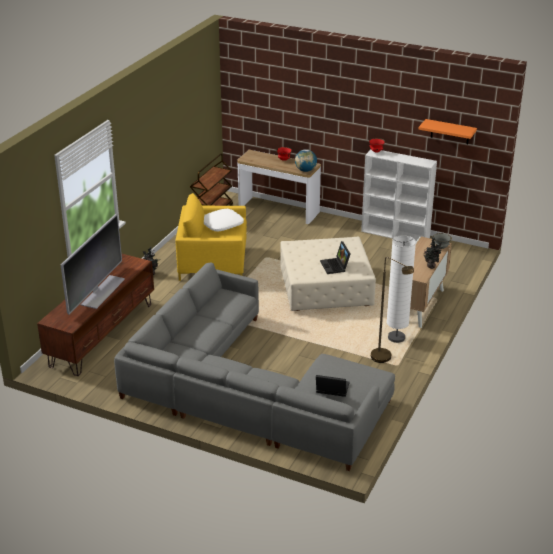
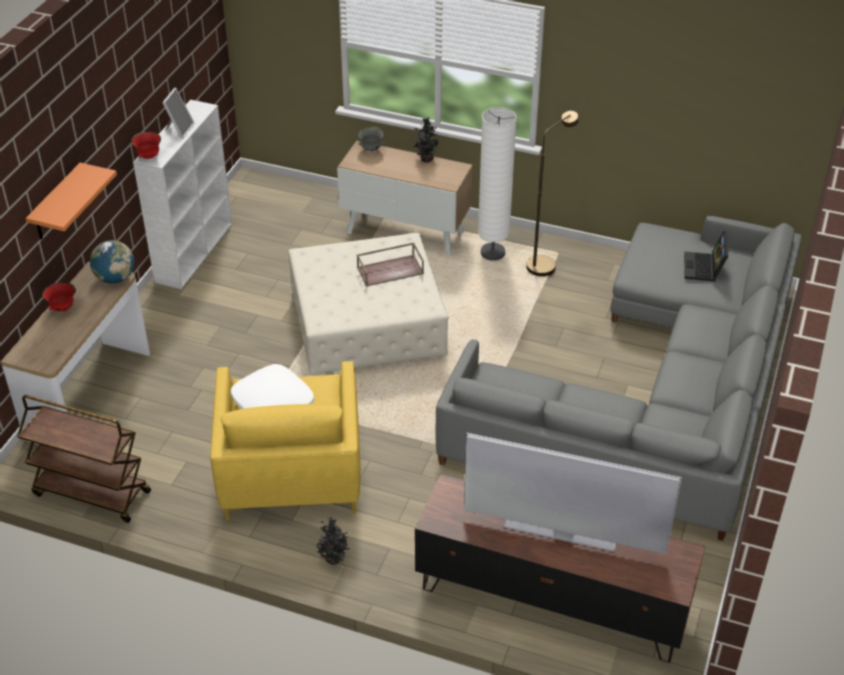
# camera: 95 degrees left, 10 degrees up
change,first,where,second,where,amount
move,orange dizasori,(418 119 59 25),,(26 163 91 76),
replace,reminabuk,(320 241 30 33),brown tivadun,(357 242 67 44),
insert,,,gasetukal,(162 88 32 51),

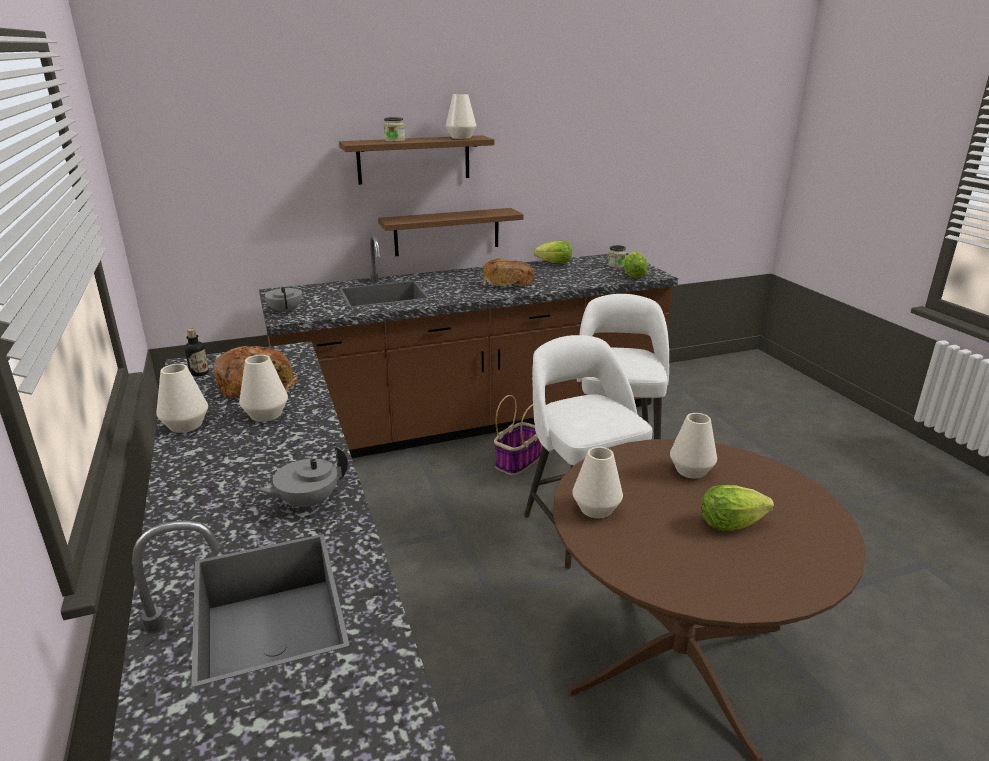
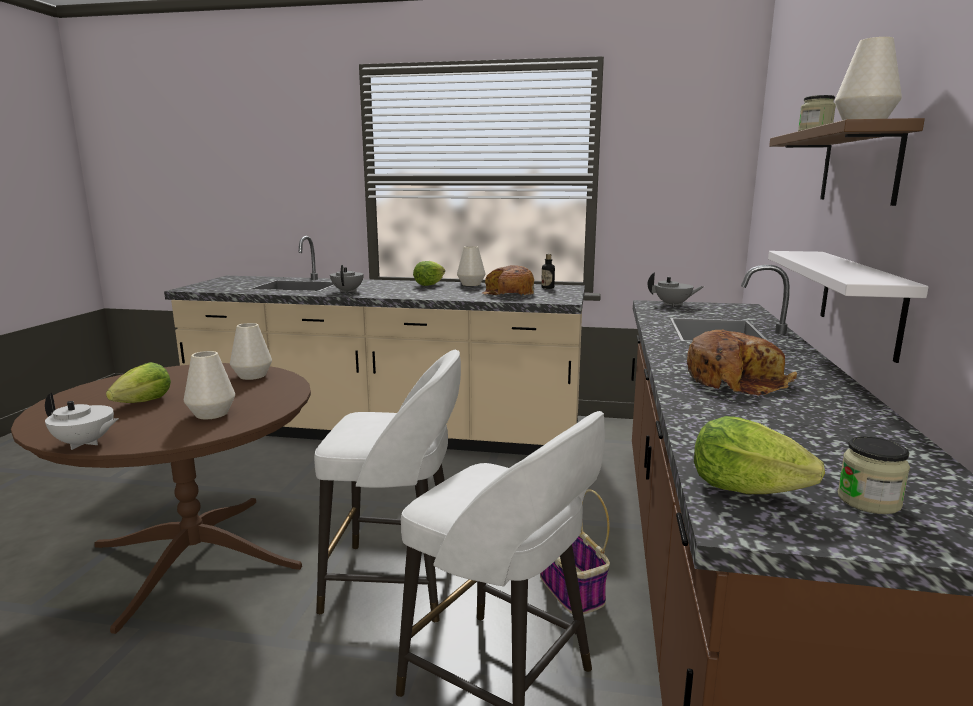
# camera: 120 degrees right, 10 degrees down
change,first,where,second,where,amount
recolor,brown dizasori,(378 208 146 49),white dizasori,(768 251 161 112),
move,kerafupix,(534 241 38 23),,(413 261 32 25),
delete,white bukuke,(239 355 49 67),,,
insert,,,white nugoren,(45 393 73 57),

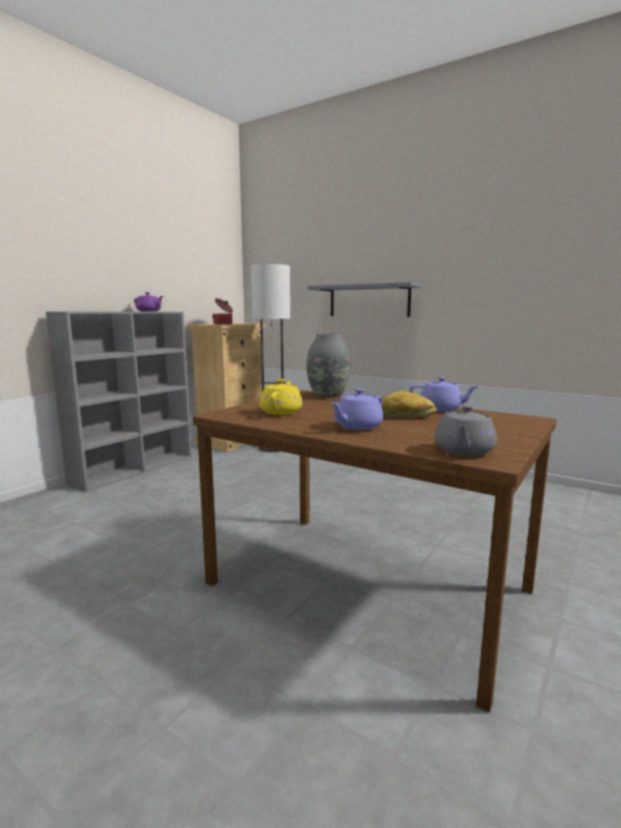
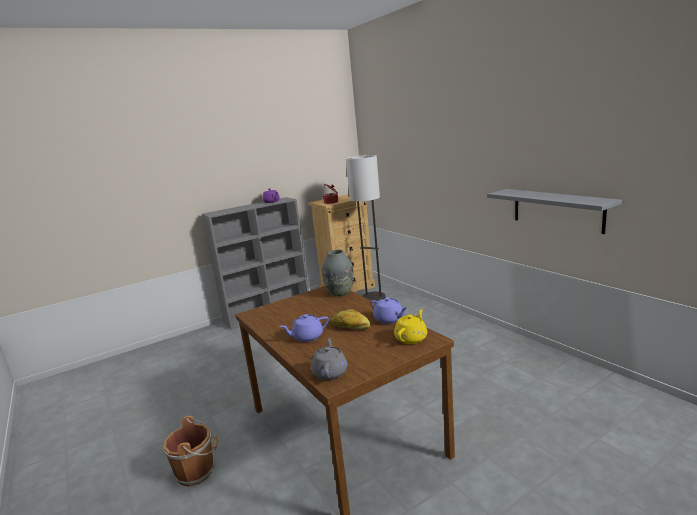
# camera: 25 degrees right, 5 degrees up
change,first,where,second,where,amount
move,grey dizasori,(307 282 116 35),,(487 189 135 45),
move,yellow nugoren,(260 379 42 36),,(394 309 33 35),
rotate,grey nugoren,(435 405 62 51),,(311 338 37 42),135 degrees clockwise
insert,,,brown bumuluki,(163 416 55 70),

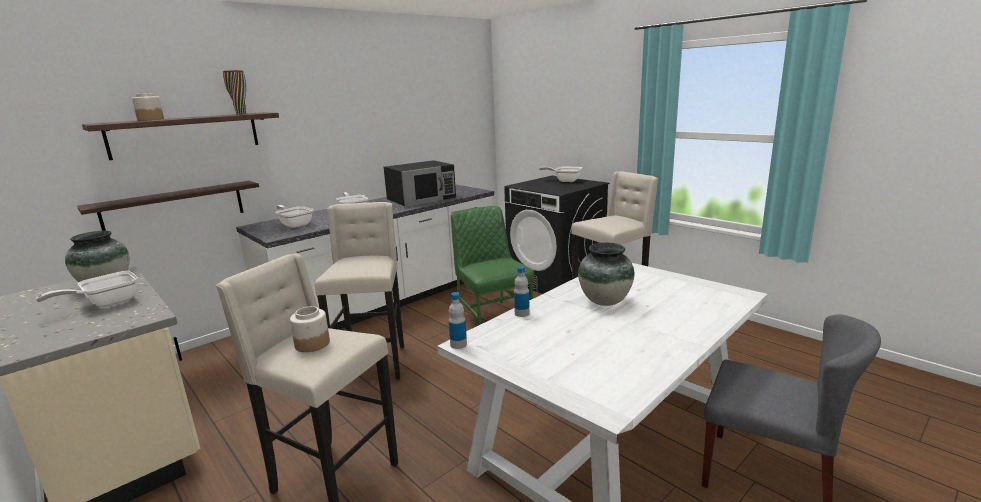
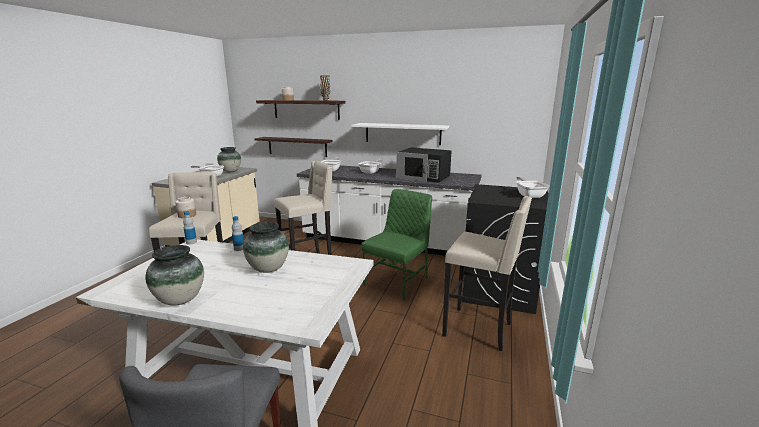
# camera: 60 degrees right, 0 degrees up
change,first,where,second,where,amount
insert,,,white dizasori,(351 123 98 22),
insert,,,bukuke,(145 245 59 61),

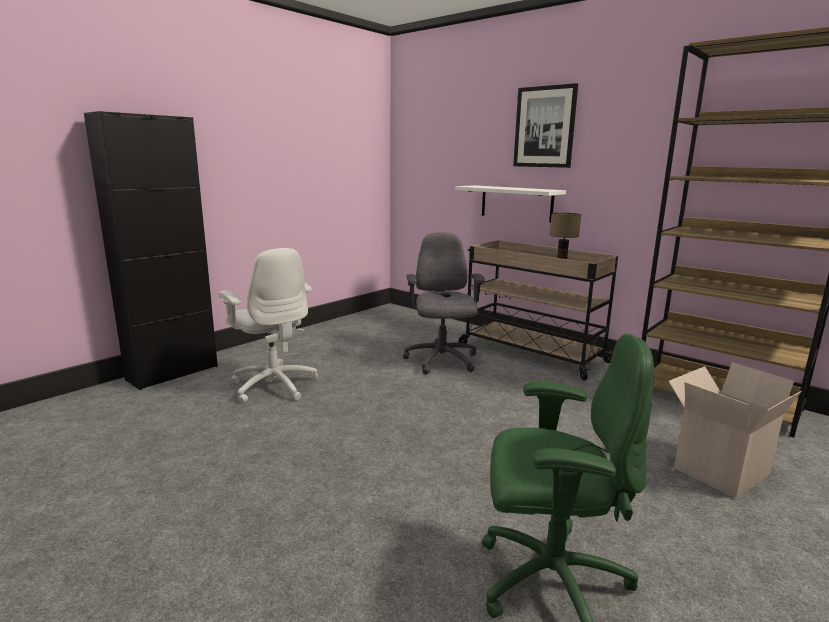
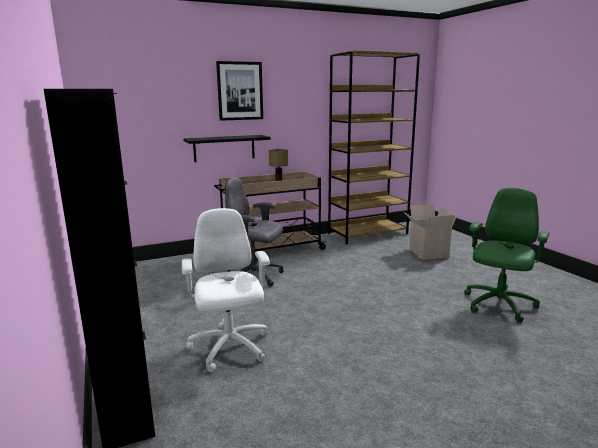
# camera: 65 degrees left, 0 degrees up
change,first,where,second,where,amount
recolor,white dizasori,(455 185 111 37),black dizasori,(183 135 88 27),
rotate,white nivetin,(218 248 100 155),,(182 208 88 164),90 degrees counterclockwise

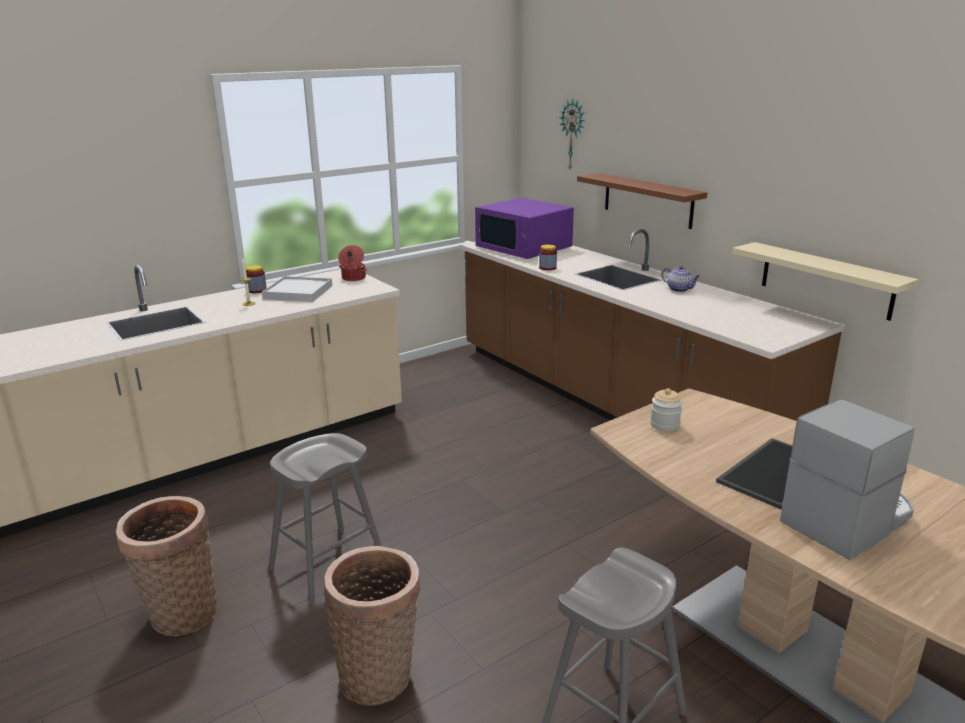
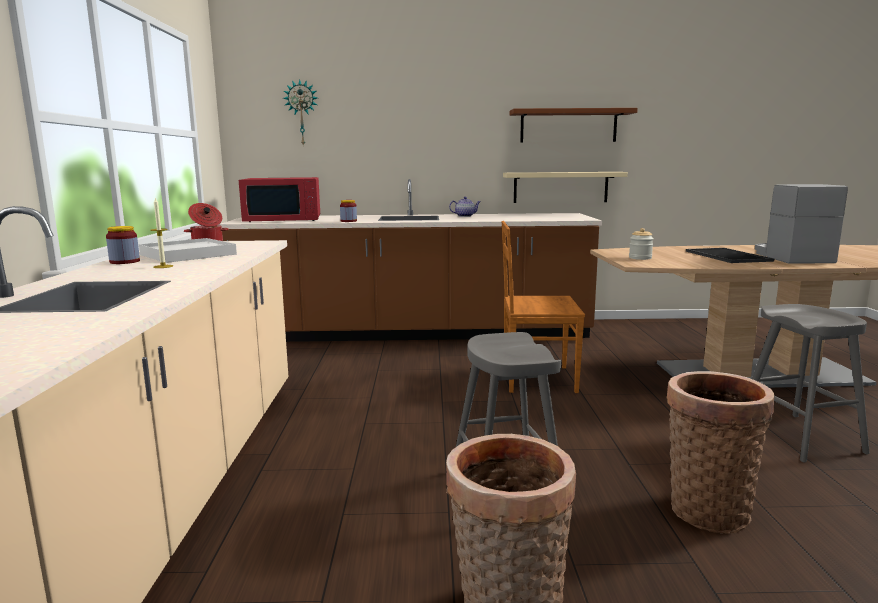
# camera: 55 degrees left, 10 degrees down
change,first,where,second,where,amount
move,brown dizasori,(577 173 130 56),,(510 108 128 35),
recolor,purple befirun,(475 198 99 61),red befirun,(239 177 81 45),
insert,,,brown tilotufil,(502 221 83 172),

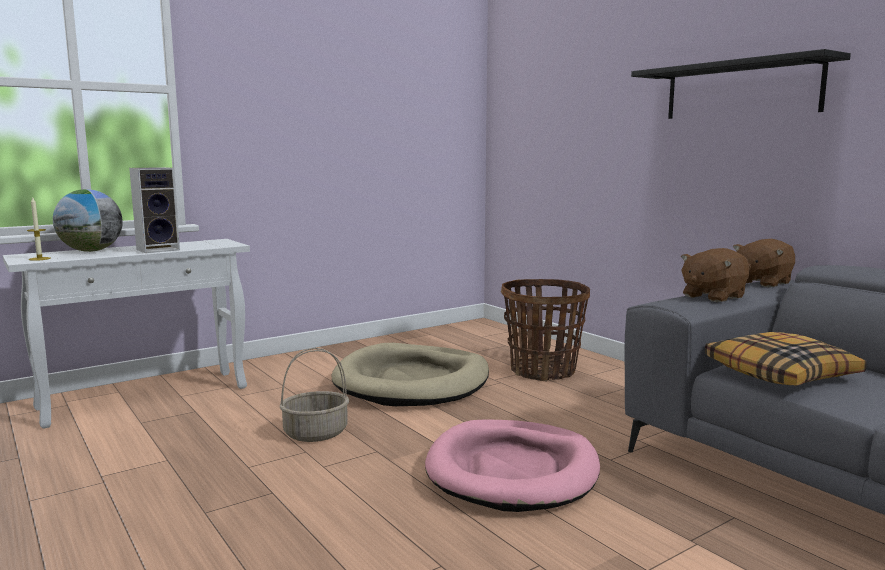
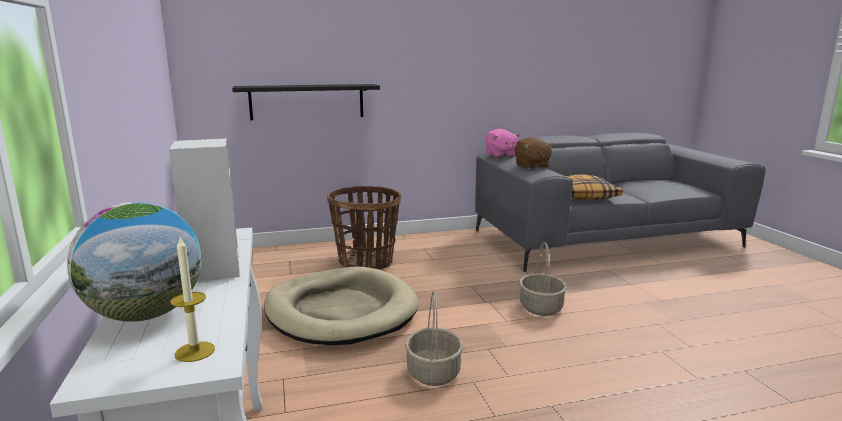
# camera: 70 degrees left, 5 degrees up
change,first,where,second,where,amount
move,black dizasori,(631 49 220 70),,(232 84 148 36),
recolor,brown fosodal,(733 239 62 49),pink fosodal,(485 129 35 29),
replace,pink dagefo,(425 419 175 93),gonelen,(519 242 48 74),

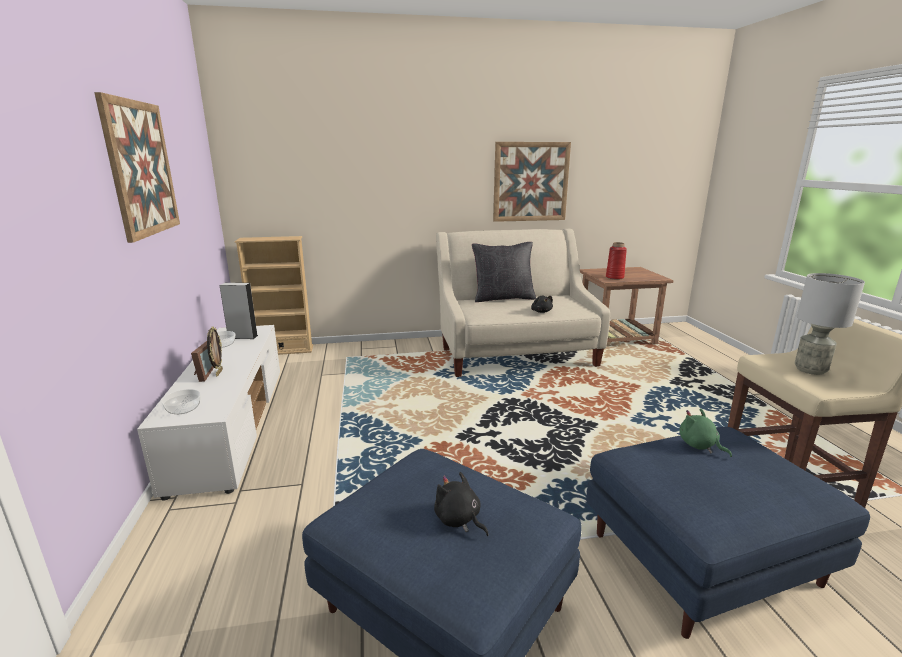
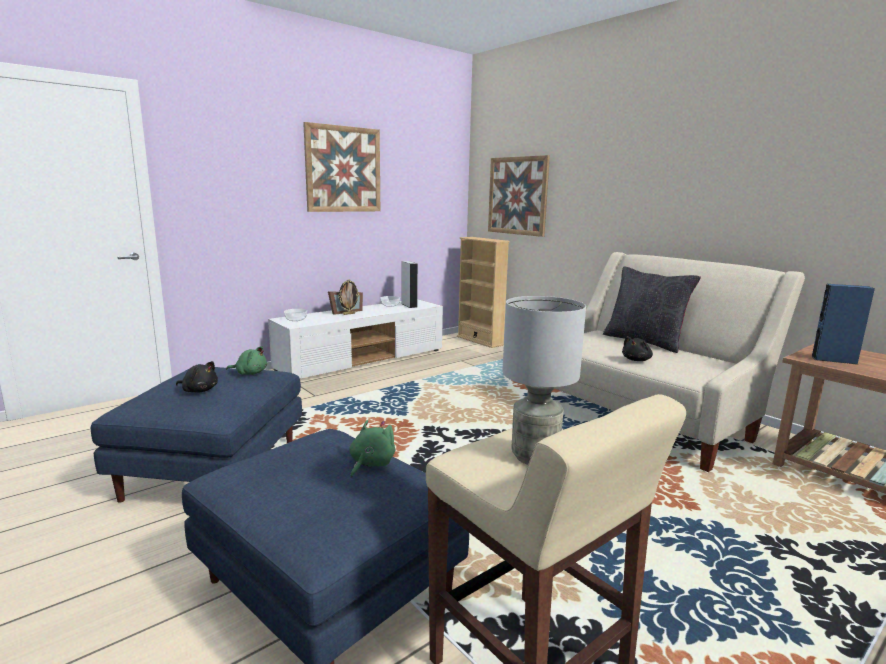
# camera: 60 degrees right, 5 degrees down
change,first,where,second,where,amount
move,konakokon,(493 142 78 80),,(488 155 62 82),
replace,red bukuke,(606 242 21 38),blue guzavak,(811 284 64 81),
rotate,black fosodal,(434 472 55 64),,(176 361 42 31),90 degrees clockwise
insert,,,green fosodal,(226 346 41 29),

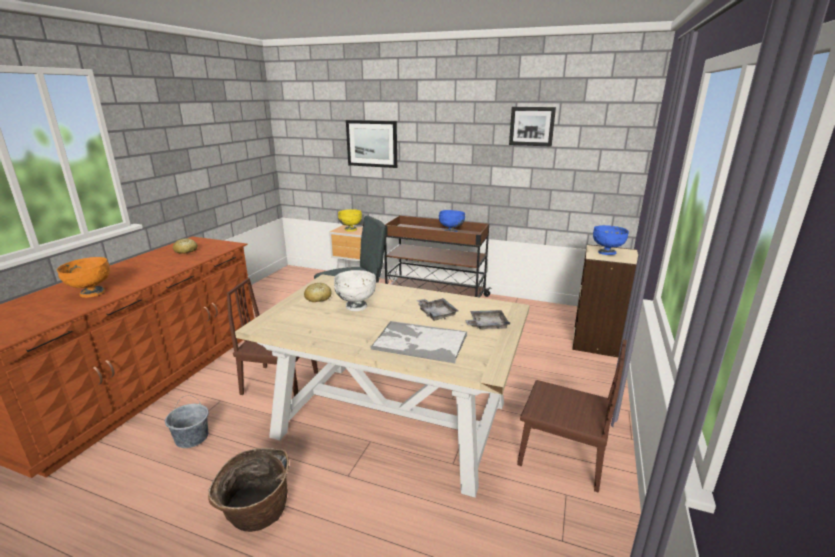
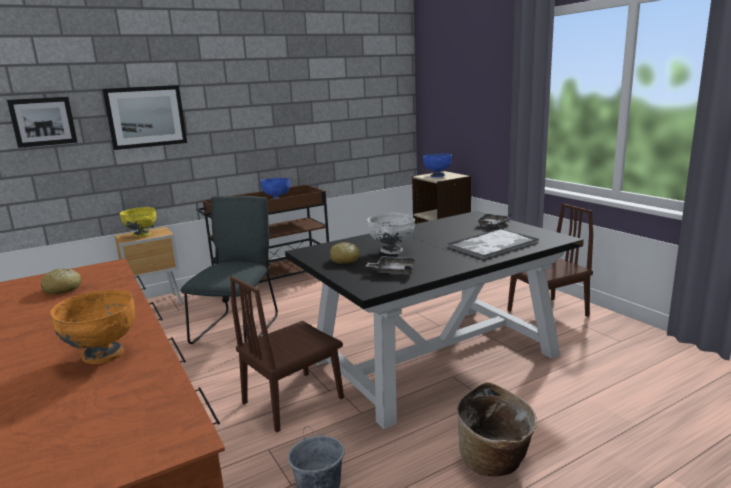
# camera: 50 degrees left, 5 degrees down
change,first,where,second,where,amount
move,konakokon,(509 107 47 40),,(7 97 71 51),
recolor,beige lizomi,(235 274 295 223),black lizomi,(285 211 299 218),
move,grey tivadun,(417 298 41 23),,(366 256 50 18),

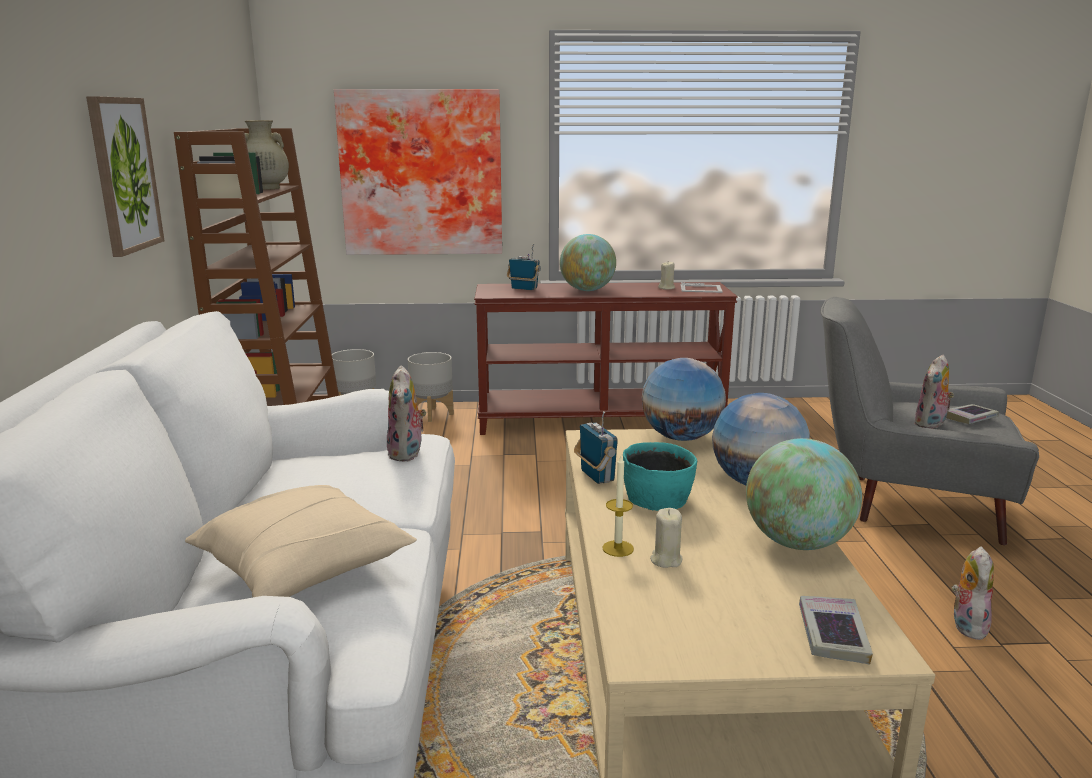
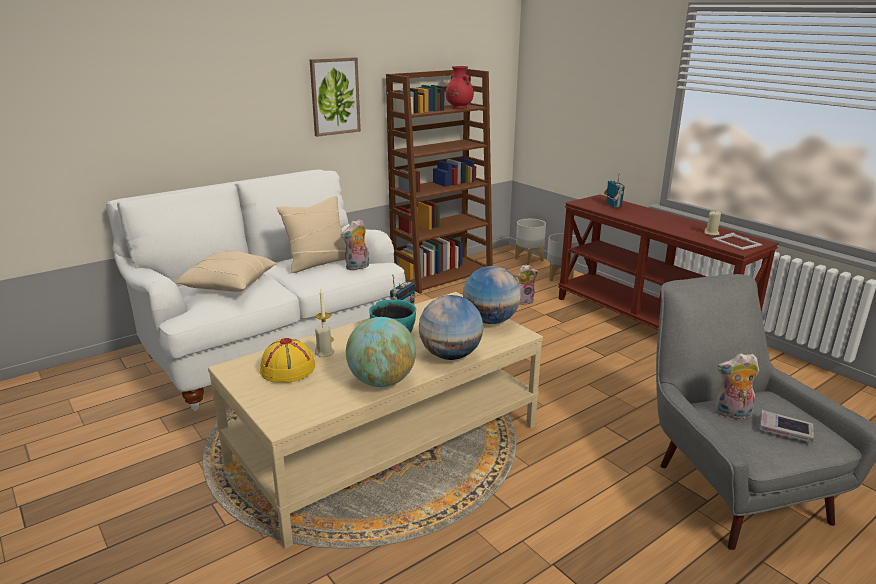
# camera: 55 degrees right, 5 degrees up
change,first,where,second,where,amount
delete,konakokon,(334 89 168 166),,,
recolor,beige bukuke,(245 120 44 70),red bukuke,(445 66 29 43),
delete,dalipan,(560 234 56 57),,,
move,fosodal,(952 546 42 94),,(518 265 20 40),
delete,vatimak,(799 596 74 68),,,
insert,,,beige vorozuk,(277 196 69 77),
insert,,,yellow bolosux,(260 338 55 45),

